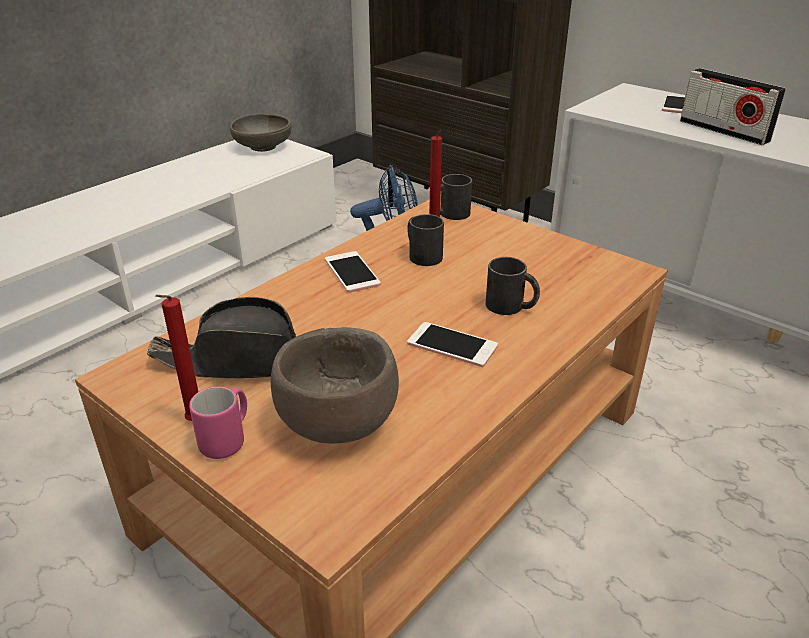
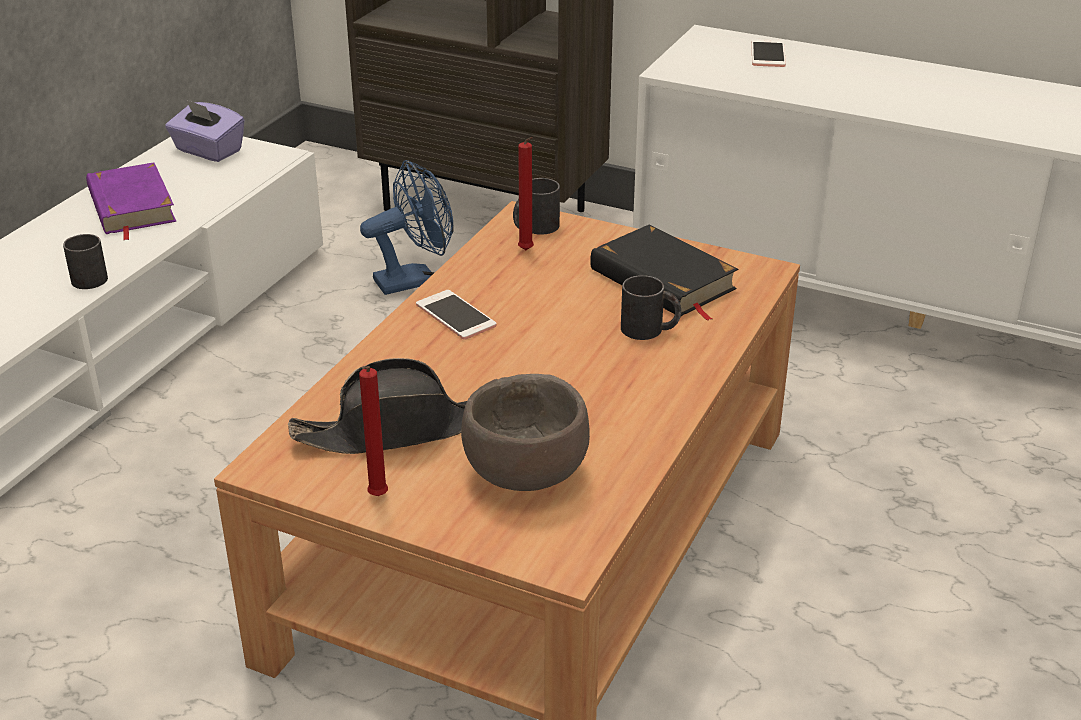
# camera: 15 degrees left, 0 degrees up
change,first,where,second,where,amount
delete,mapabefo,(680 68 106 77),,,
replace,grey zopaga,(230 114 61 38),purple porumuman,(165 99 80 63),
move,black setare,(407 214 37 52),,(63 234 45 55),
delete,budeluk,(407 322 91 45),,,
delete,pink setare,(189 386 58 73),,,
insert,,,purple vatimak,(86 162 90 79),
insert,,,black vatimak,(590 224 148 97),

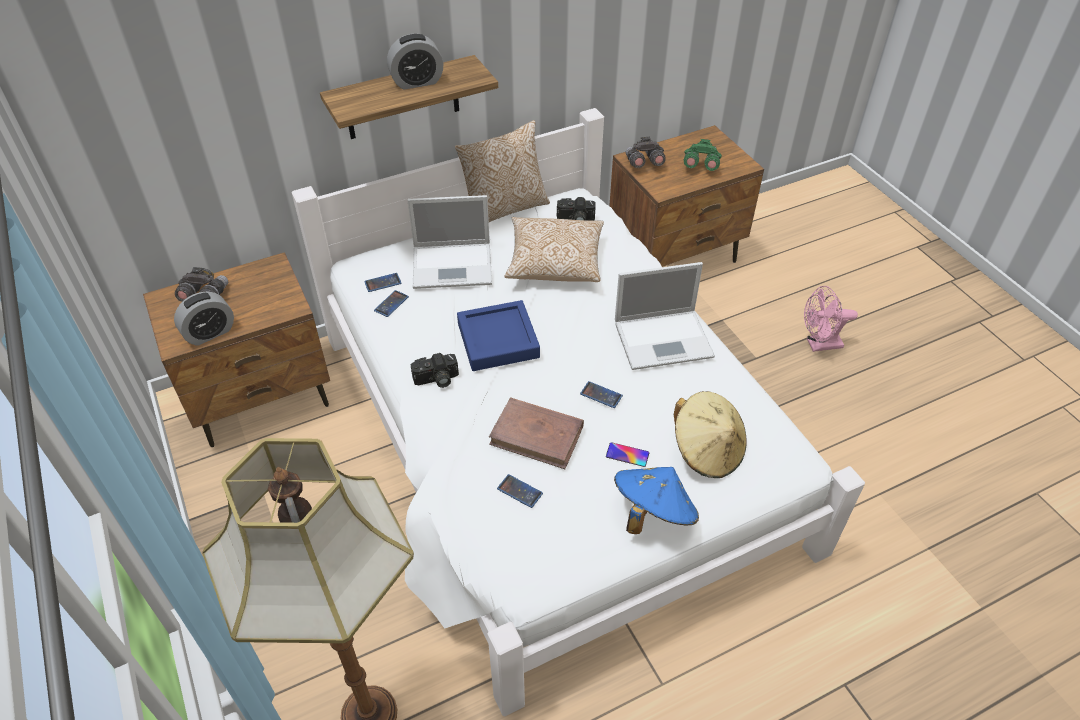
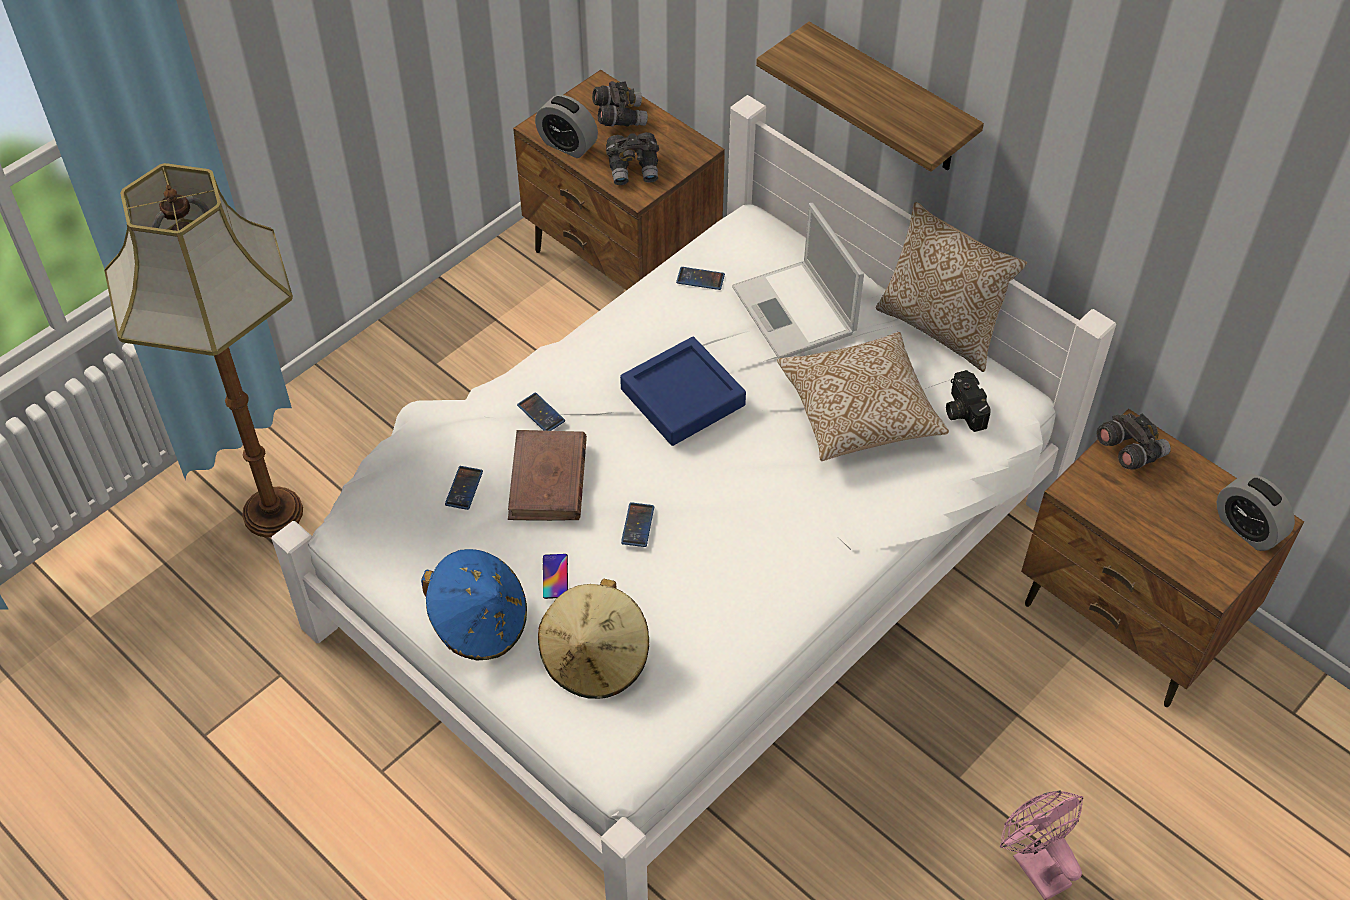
# camera: 70 degrees right, 5 degrees up
change,first,where,second,where,amount
move,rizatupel,(387 34 56 56),,(1217 474 78 77),
delete,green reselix,(684 139 38 32),,,
delete,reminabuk,(615 262 100 108),,,
move,budeluk,(364 273 37 19),,(517 393 48 38),
delete,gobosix,(410 353 49 35),,,
insert,,,grey reselix,(606 132 53 53),

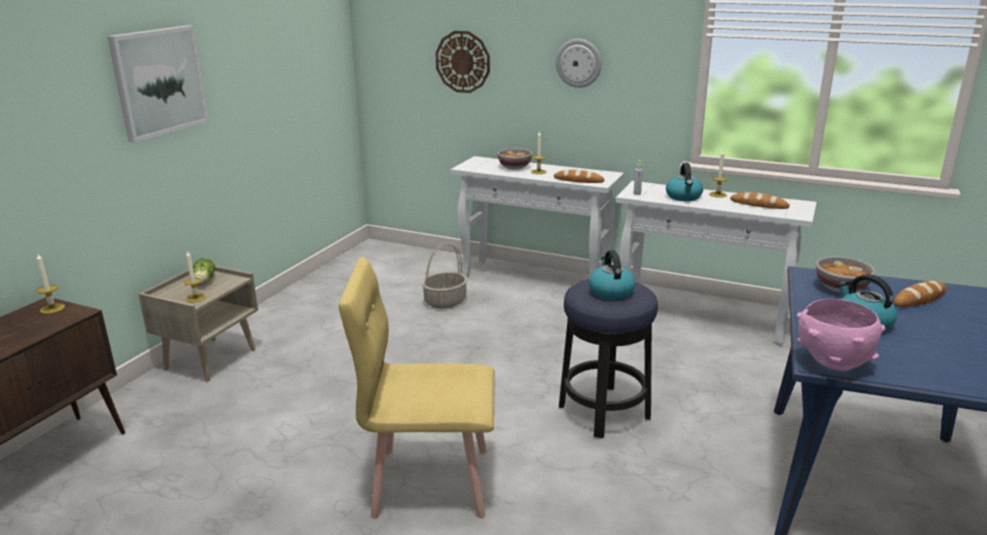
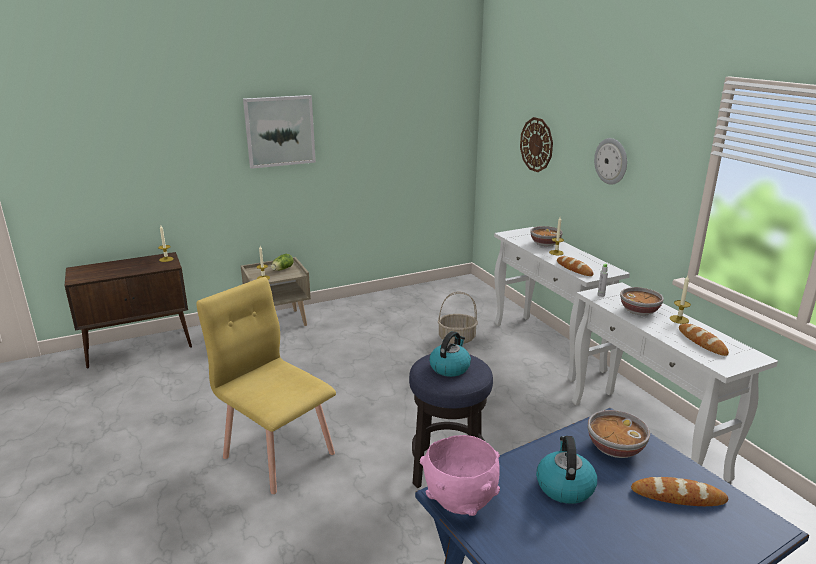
# camera: 40 degrees right, 0 degrees up
change,first,where,second,where,amount
replace,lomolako,(666 163 37 38),zopaga,(620 287 44 29),

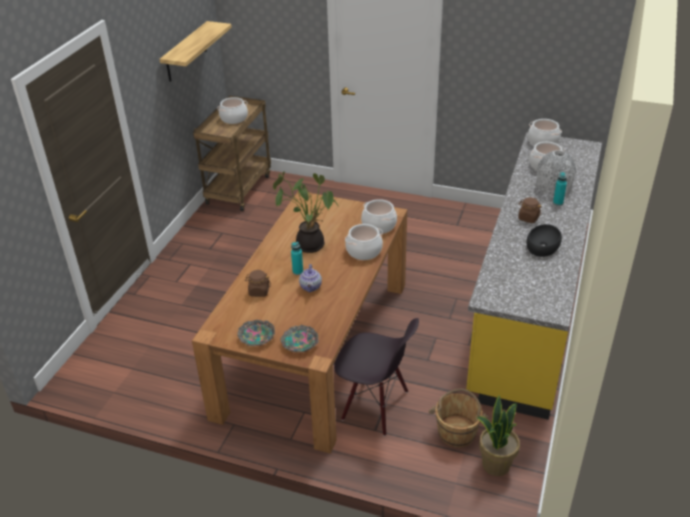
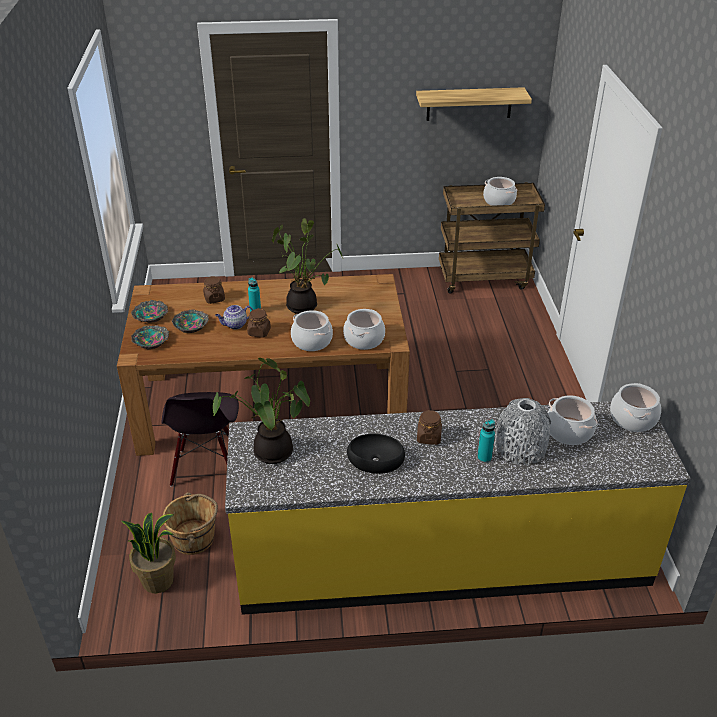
# camera: 65 degrees right, 0 degrees up
change,first,where,second,where,amount
insert,,,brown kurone,(247 308 24 30),
insert,,,zopaga,(172 310 37 23),
insert,,,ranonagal,(213 358 97 106),

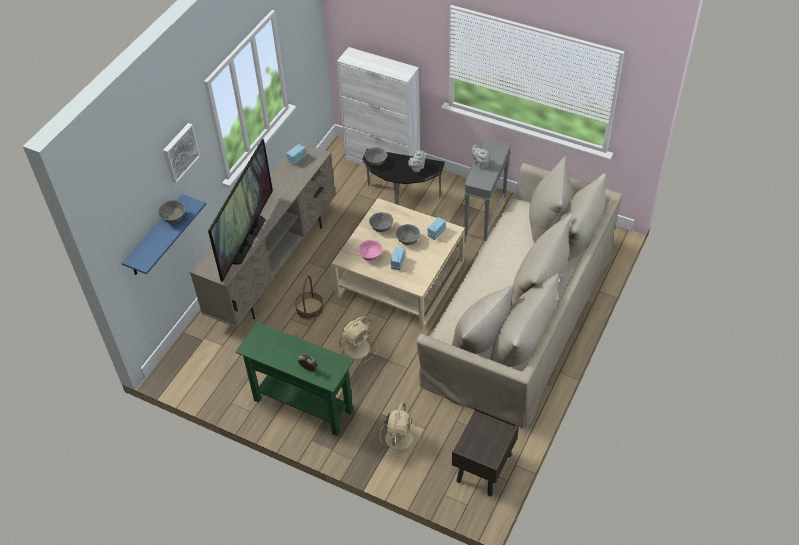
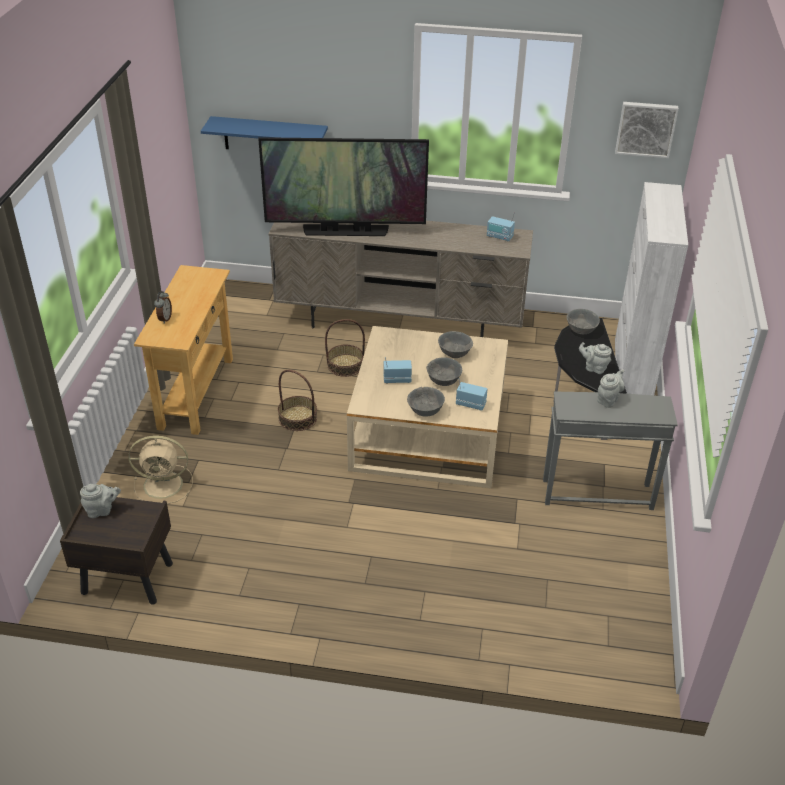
# camera: 70 degrees right, 10 degrees down
change,first,where,second,where,amount
move,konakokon,(163 123 37 60),,(615 102 64 56),
delete,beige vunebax,(416 156 206 272),,,
move,grey zopaga,(158 200 27 23),,(407 387 38 30),
delete,pink zopaga,(357 240 25 21),,,
replace,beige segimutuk,(339 316 39 48),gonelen,(278 370 39 61),
recolor,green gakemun,(236 322 118 114),beige gakemun,(134 265 99 170),
insert,,,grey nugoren,(80 484 41 34),

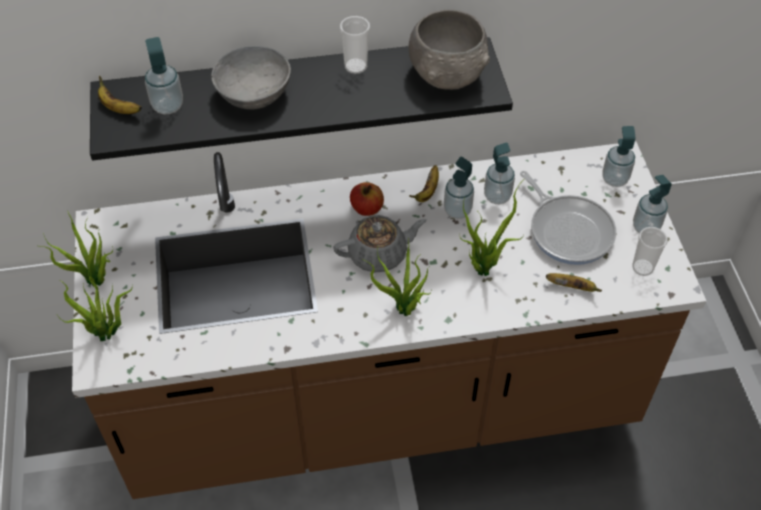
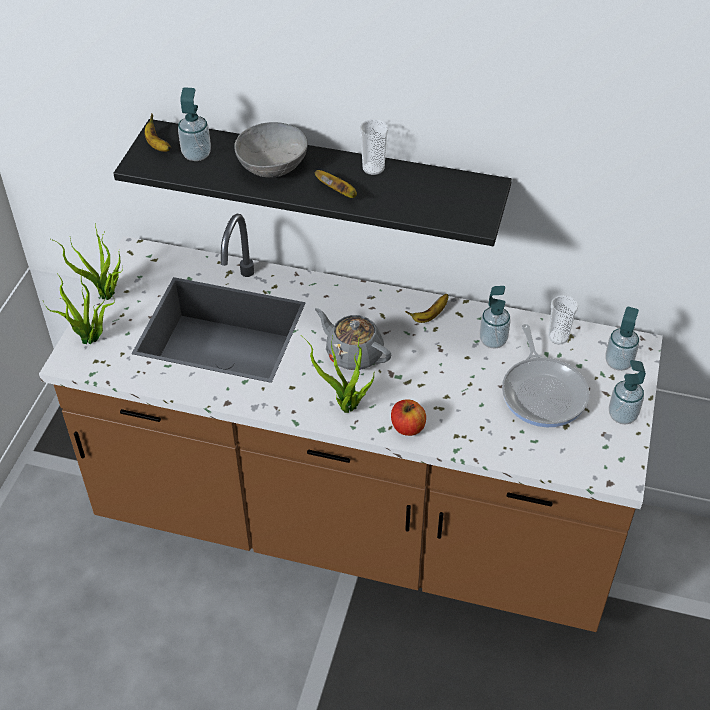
# camera: 25 degrees right, 5 degrees down
change,first,where,second,where,amount
delete,grey zopaga,(409 10 81 80),,,
delete,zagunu,(444 157 30 62),,,
delete,ranonagal,(460 178 65 98),,,
move,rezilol,(350 182 34 34),,(391 399 35 37),
rotate,grey nugoren,(333 215 93 58),,(315 308 76 62),150 degrees counterclockwise
move,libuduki,(632 227 36 49),,(548 295 30 50),
move,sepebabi,(546 273 56 19),,(315 170 42 28),

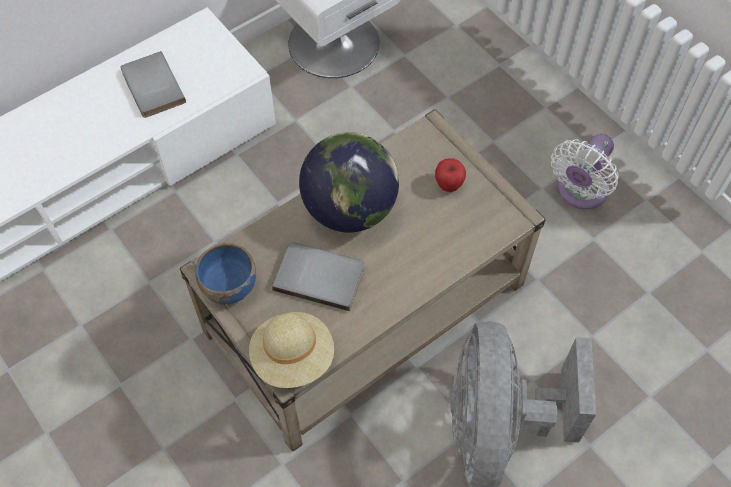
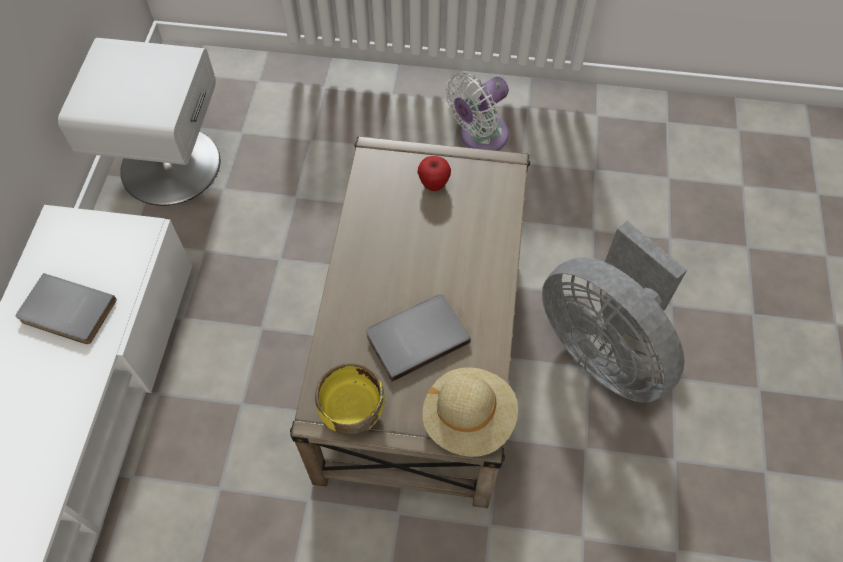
# camera: 45 degrees left, 0 degrees up
change,first,where,second,where,amount
delete,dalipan,(299 132 100 100),,,
rotate,white segimutuk,(551 134 68 76),,(445 72 64 79),60 degrees clockwise
recolor,blue zopaga,(196 243 60 61),yellow zopaga,(315 364 70 71),

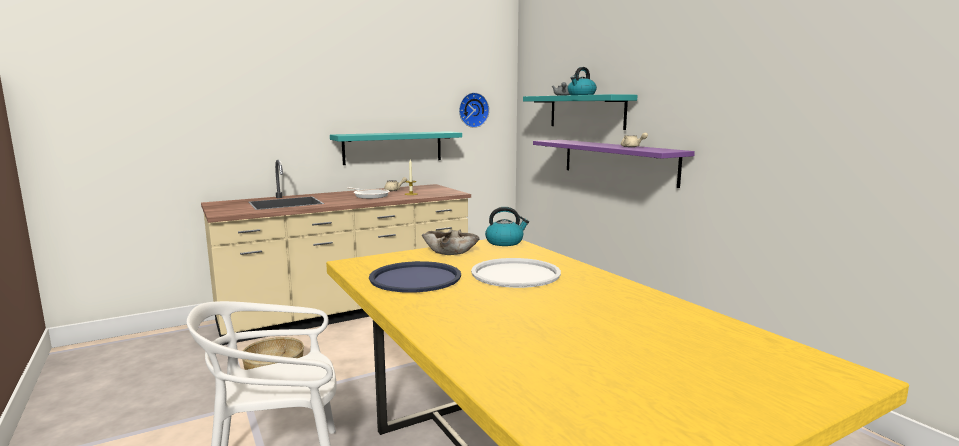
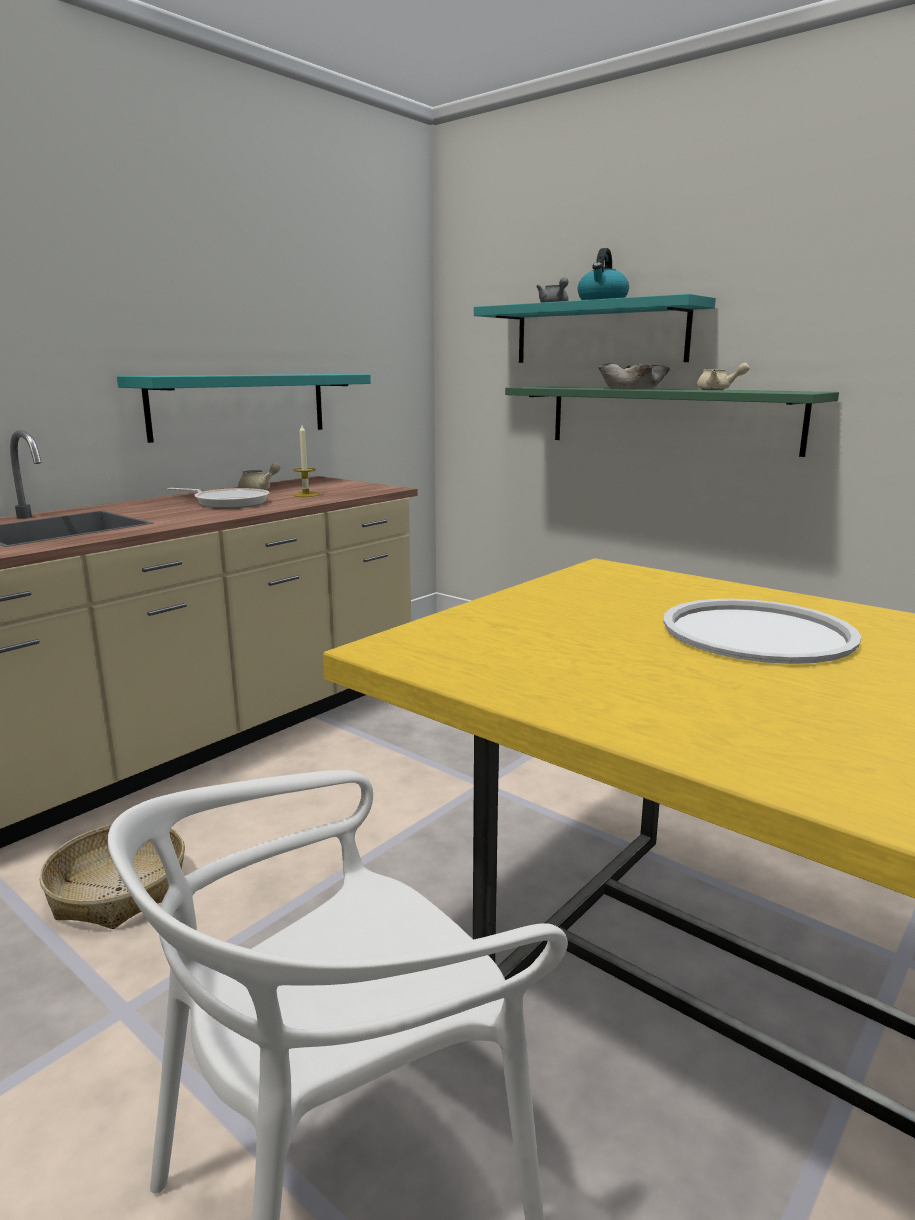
# camera: 20 degrees left, 5 degrees up
change,first,where,second,where,amount
delete,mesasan,(459 92 30 36),,,
recolor,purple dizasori,(533 140 162 48),green dizasori,(505 386 334 71),
delete,lomolako,(485 207 44 39),,,
move,beige zopaga,(422 229 58 26),,(598 363 72 26),
delete,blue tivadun,(369 261 92 31),,,

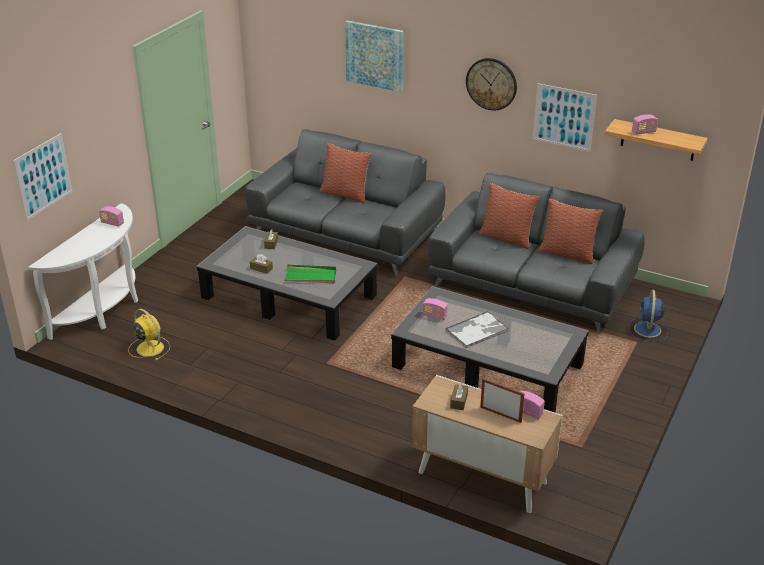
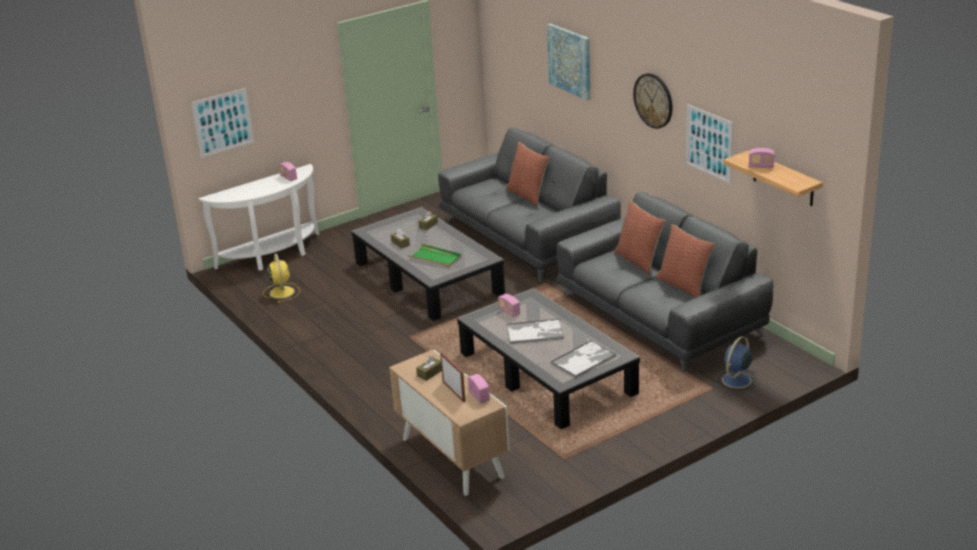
# camera: 30 degrees right, 5 degrees down
change,first,where,second,where,amount
insert,,,tivadun,(551 340 66 38),

